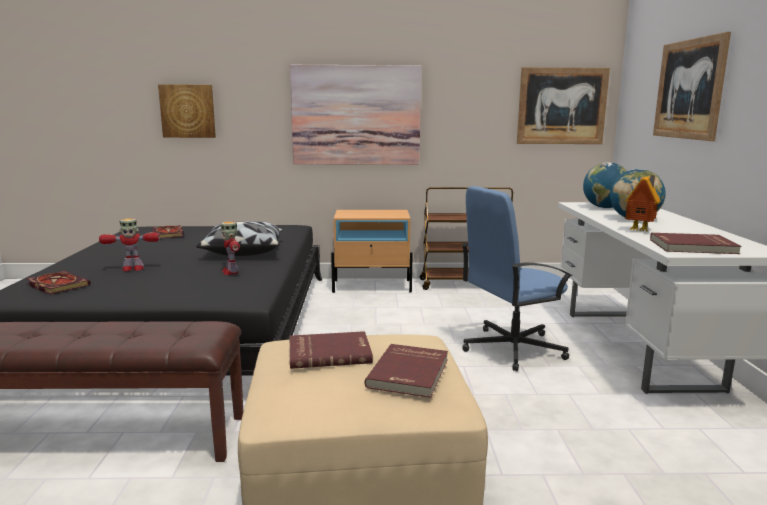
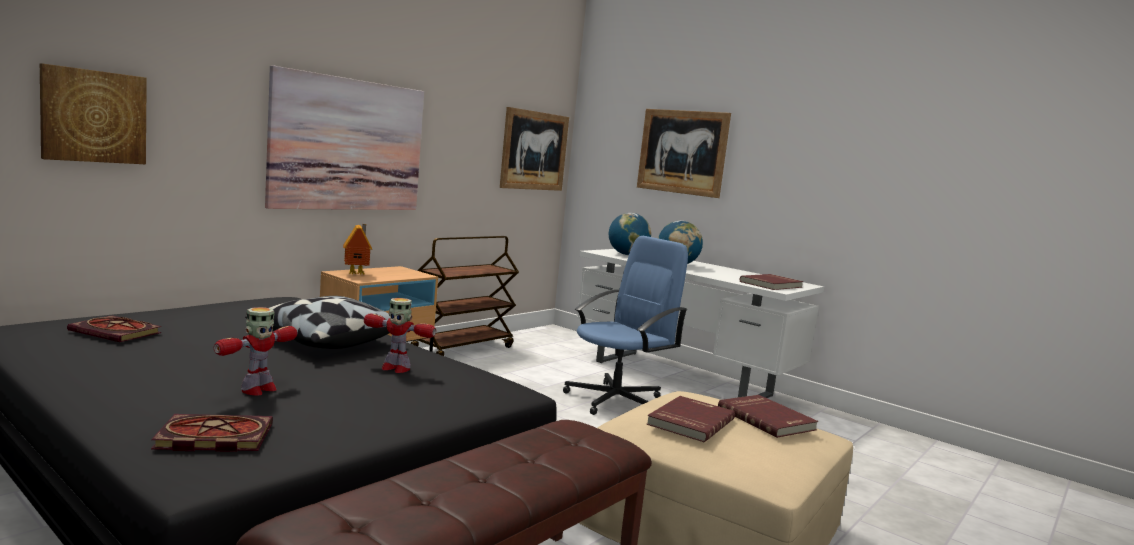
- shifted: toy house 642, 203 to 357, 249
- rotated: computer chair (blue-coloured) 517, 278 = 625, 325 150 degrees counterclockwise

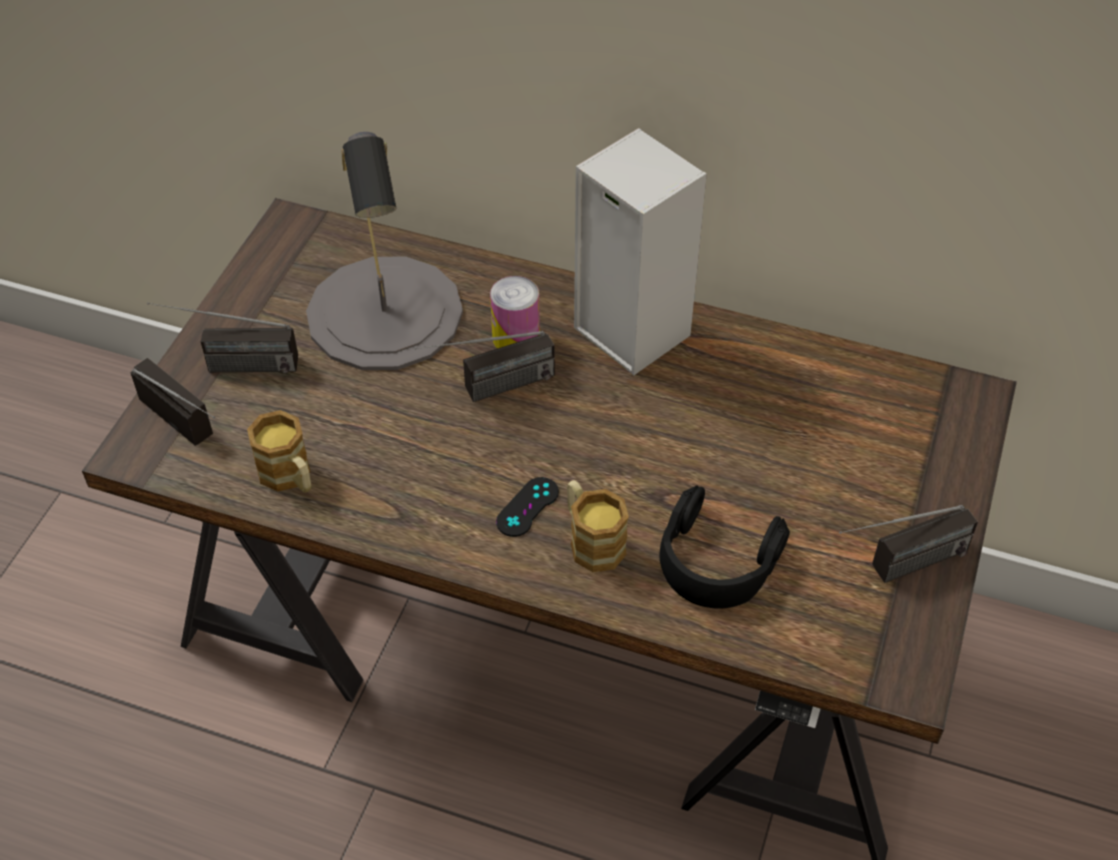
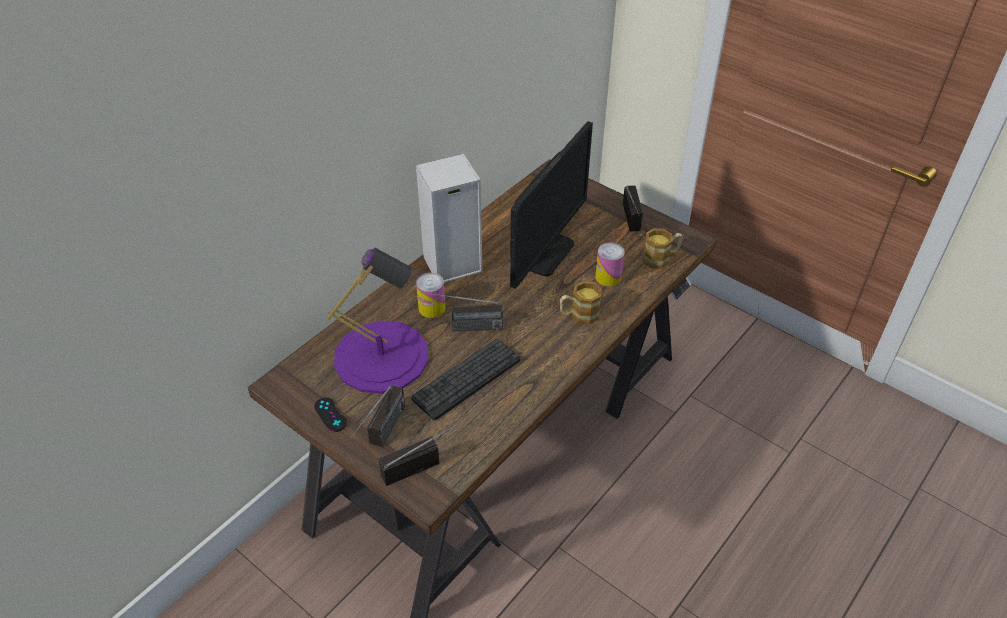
- new: keyboard 466, 380
- new: computer screen 551, 205
- shifted: mug 279, 451 to 662, 248
- shifted: game controller (black) 527, 507 to 330, 414
- swapped: headset (black) 724, 547 to sealed can 610, 264
- repainted: table lamp (gray) 384, 251 to table lamp (purplish) 378, 321
- rotated: radio receiver 484, 366 = 462, 312 90 degrees clockwise

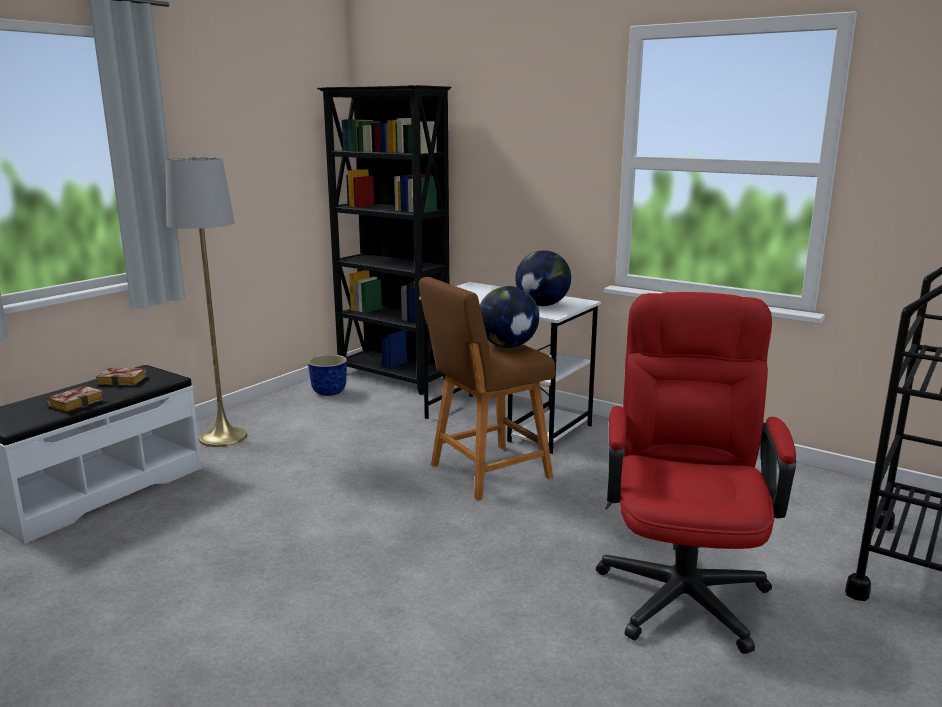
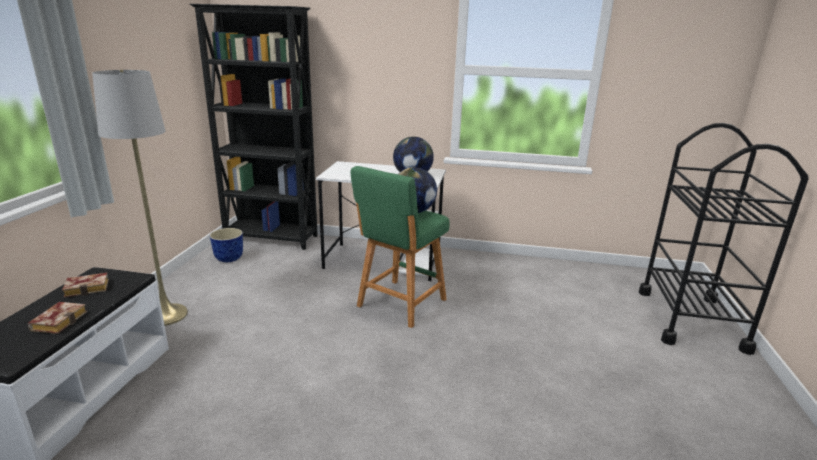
- gone: computer chair (red) 696, 473
- repainted: stool seat (brown) 487, 389 to stool seat (greenish) 399, 247

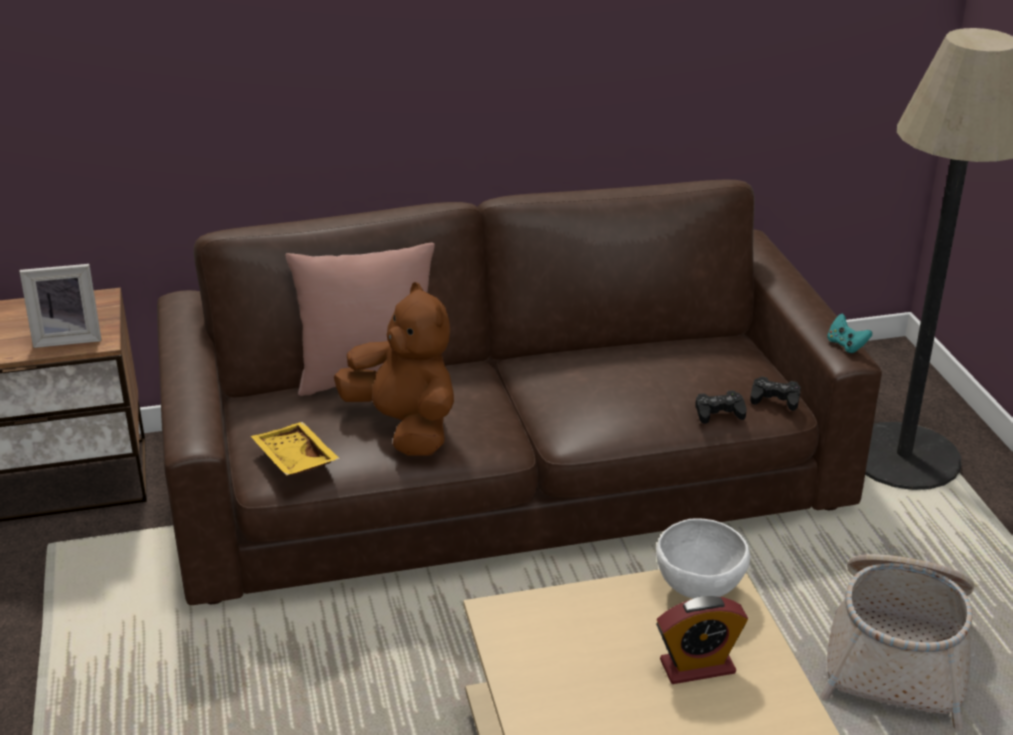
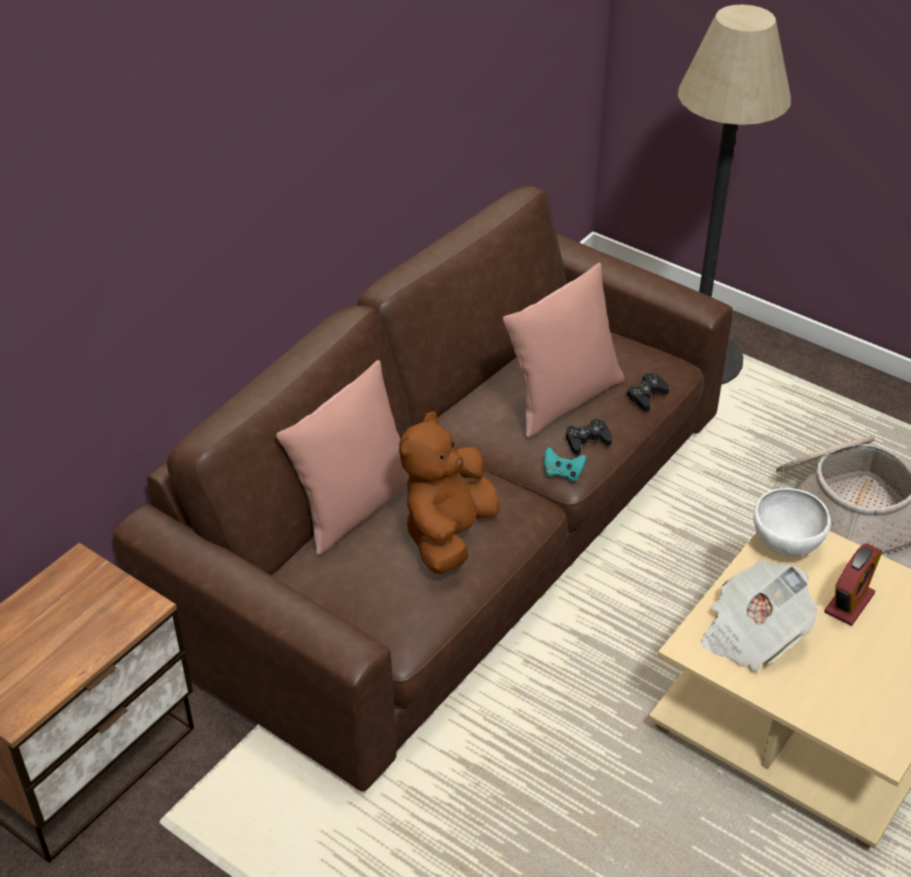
- gone: photo frame 60, 306
- gone: carrying tray (yellowish) 295, 449
- new: pillow (pinkish) 564, 350
- new: daily paper 759, 615
- shifted: game controller (black) 775, 393 to 589, 436
- shifted: game controller (blue-green) 849, 333 to 565, 464
- rotated: plush toy (brown) 394, 369 = 449, 492 75 degrees counterclockwise

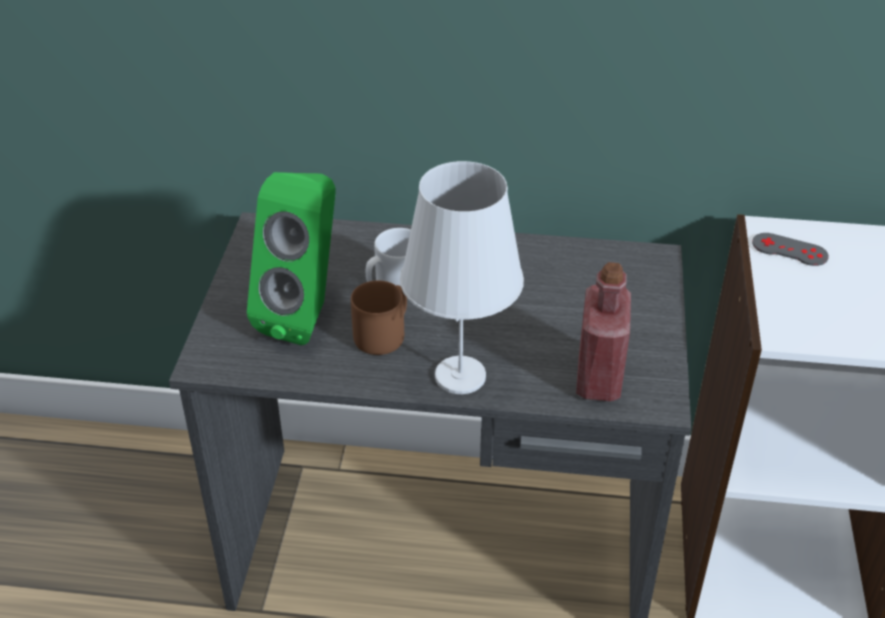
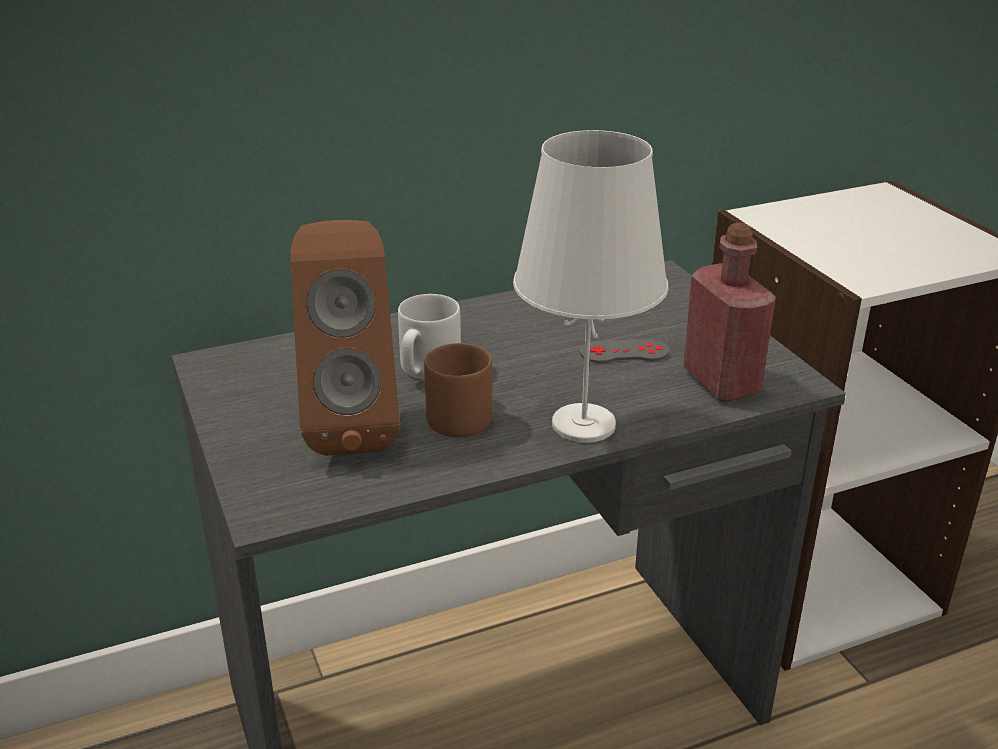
- shifted: game controller (gray) 790, 249 to 625, 351
- repainted: audio speaker (greenish) 291, 258 to audio speaker (brown) 345, 338

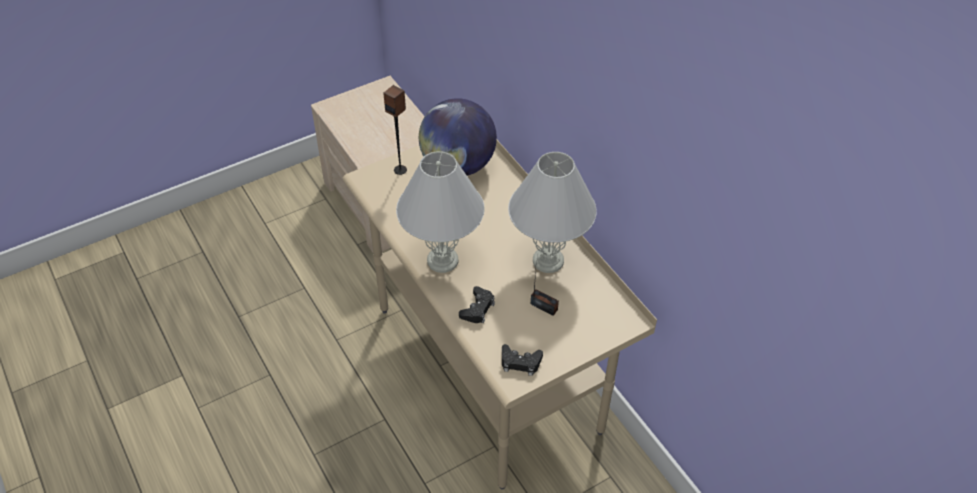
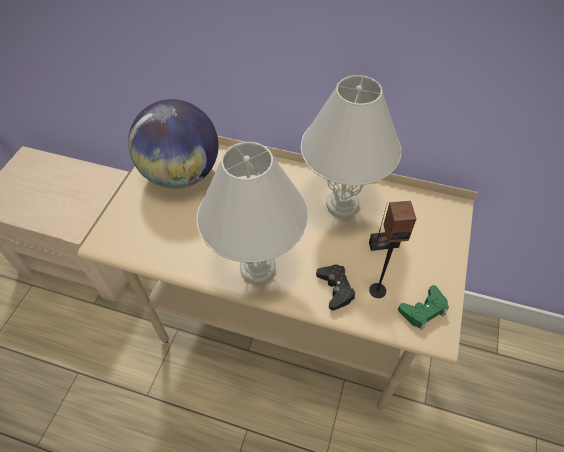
- shifted: audio speaker 395, 130 to 392, 249
- repainted: game controller (black) 522, 360 to game controller (greenish) 423, 307

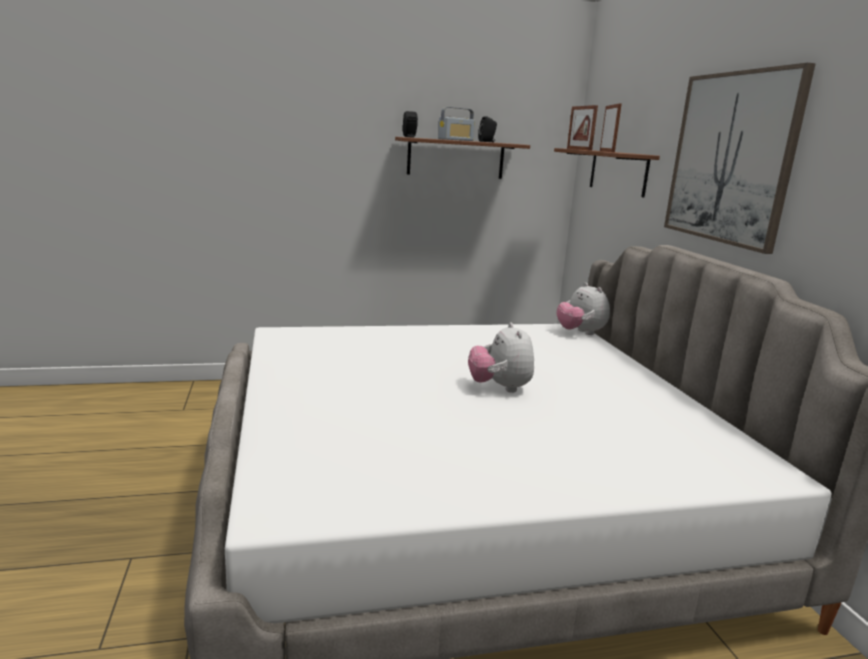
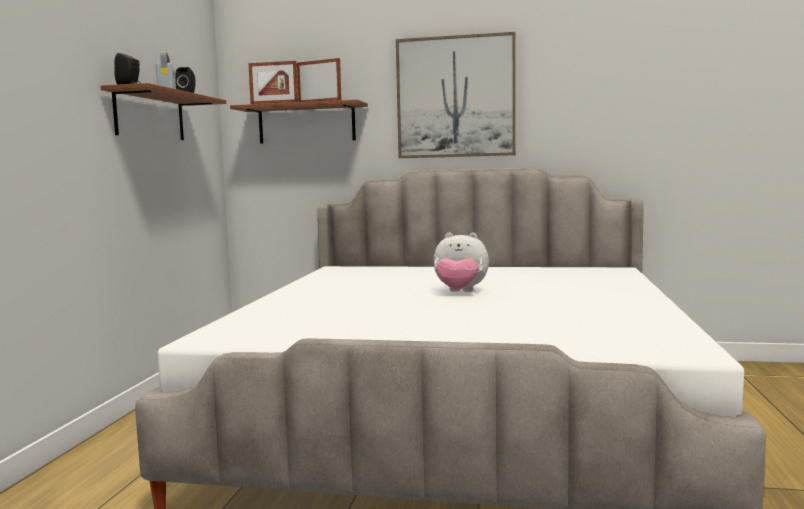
- gone: plush toy 583, 309

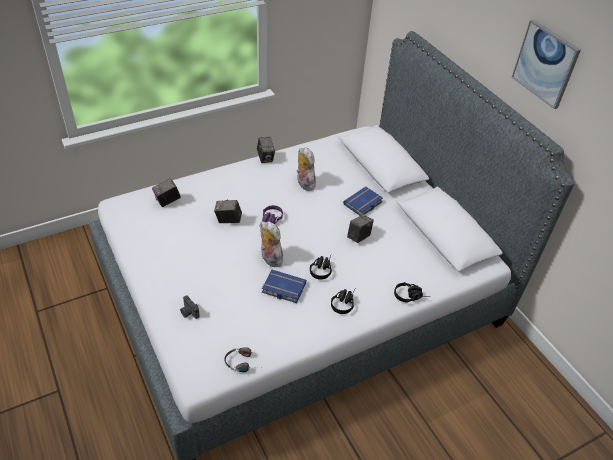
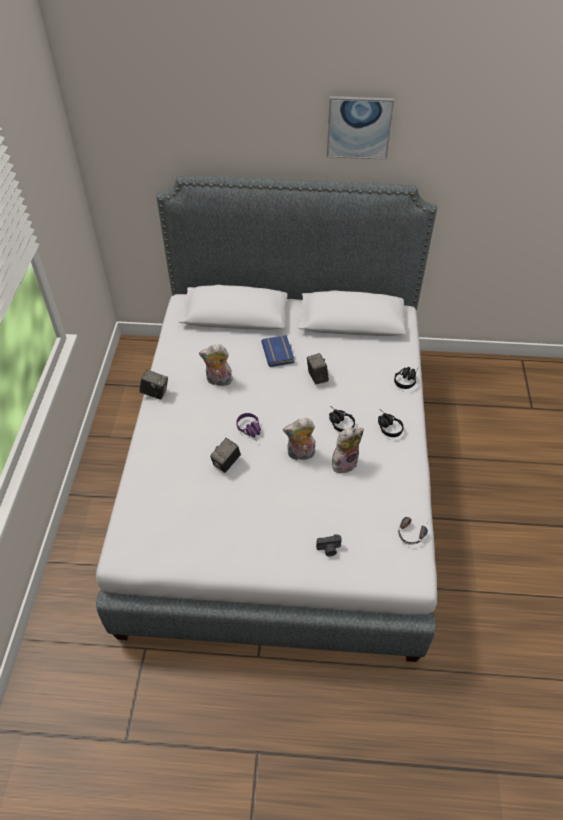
- gone: still camera 166, 192
- swapped: book (blue-coloured) 284, 286 to plush toy 348, 450

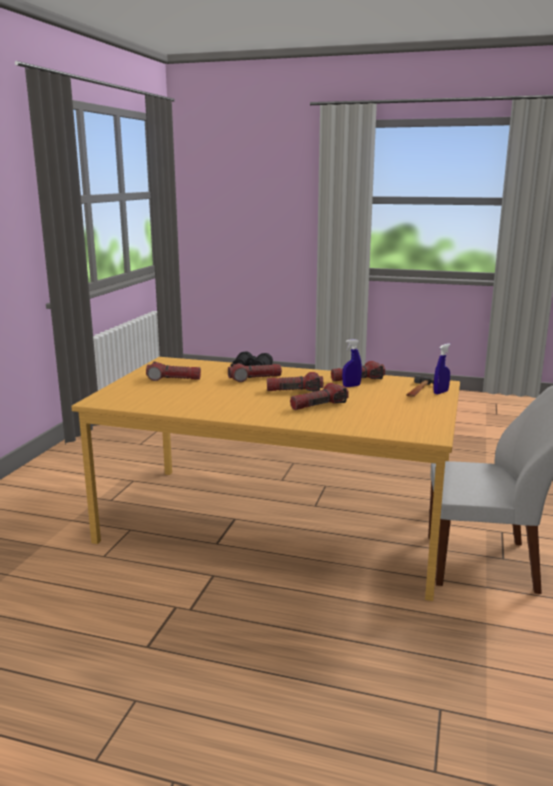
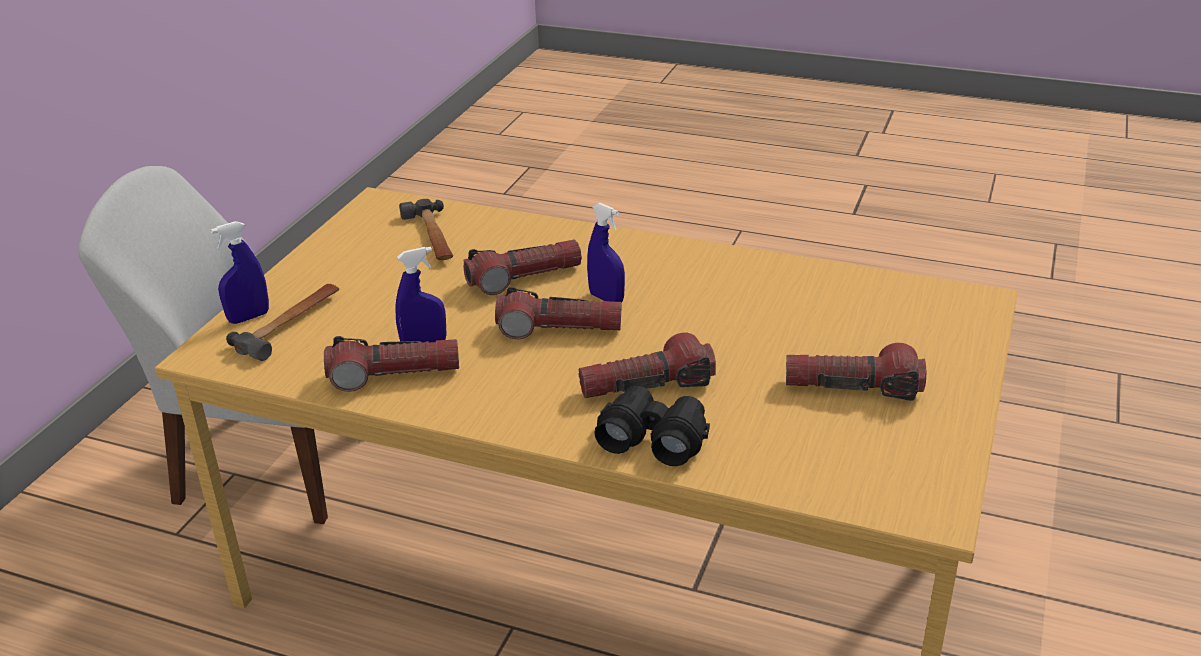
- new: hand hammer 426, 229
- new: spray bottle (blue-coloured) 606, 252

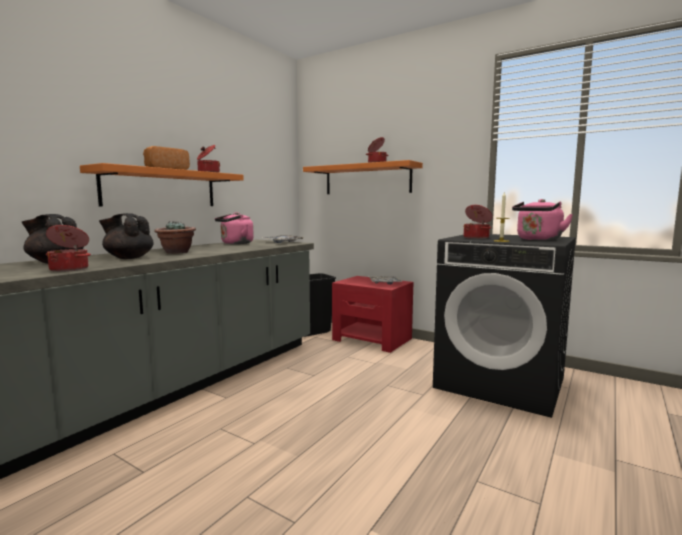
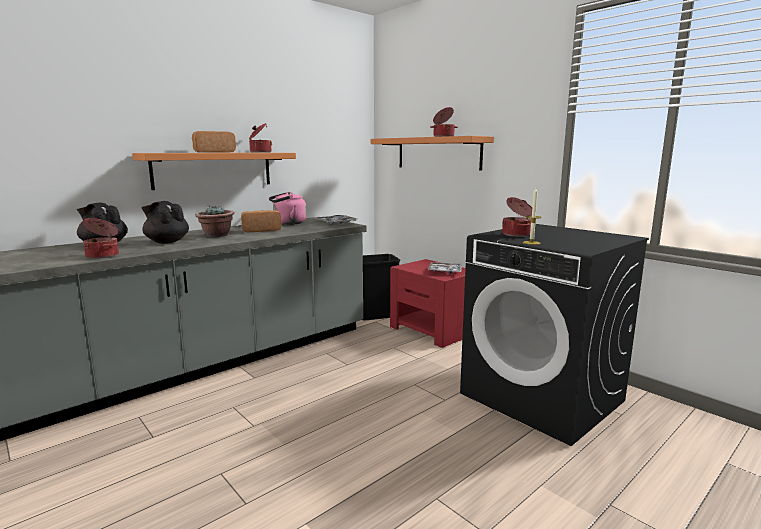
- gone: water kettle (pinkish) 542, 220
- new: bread 261, 221

